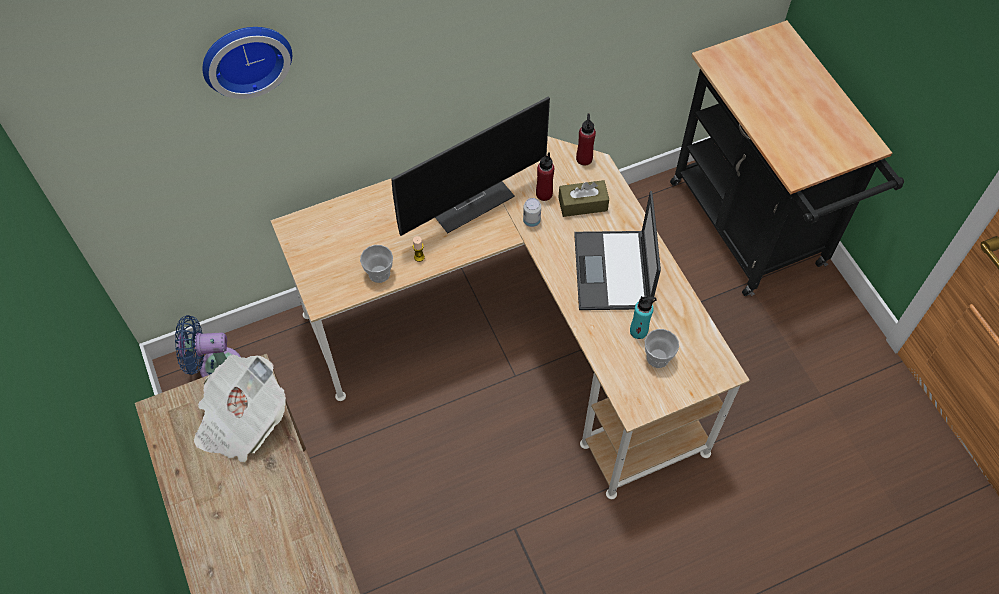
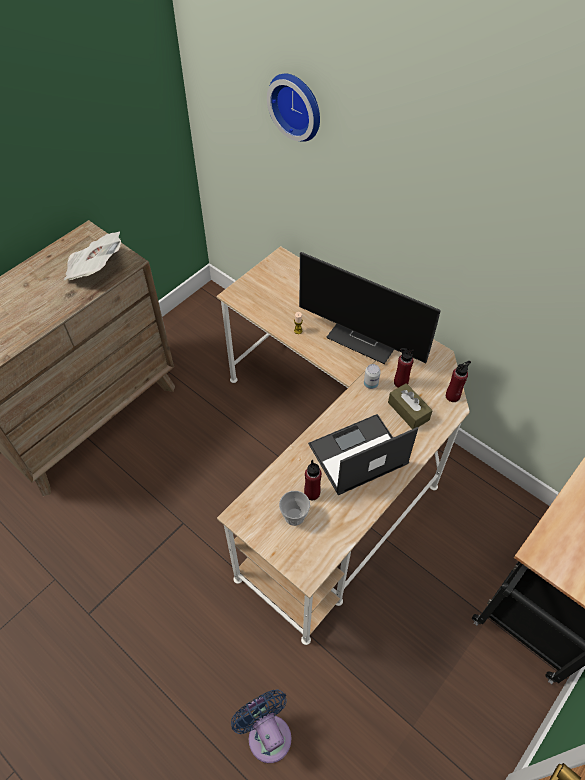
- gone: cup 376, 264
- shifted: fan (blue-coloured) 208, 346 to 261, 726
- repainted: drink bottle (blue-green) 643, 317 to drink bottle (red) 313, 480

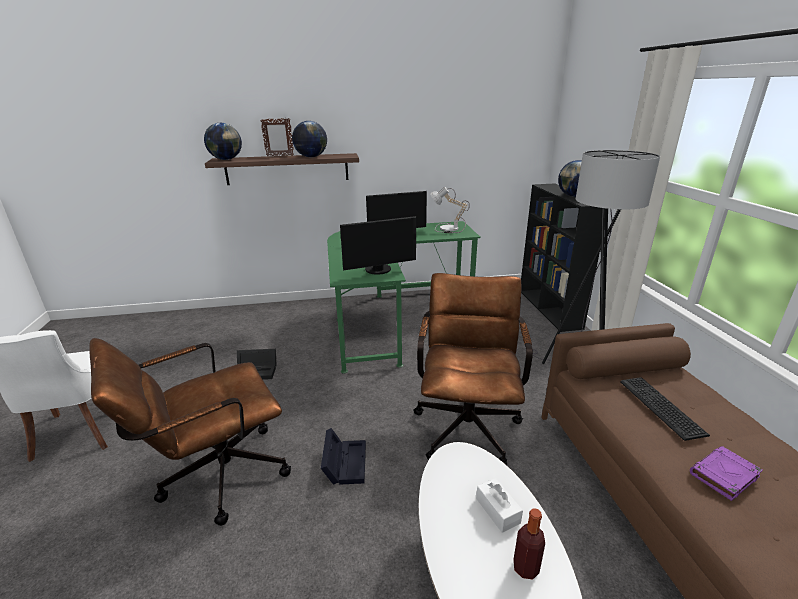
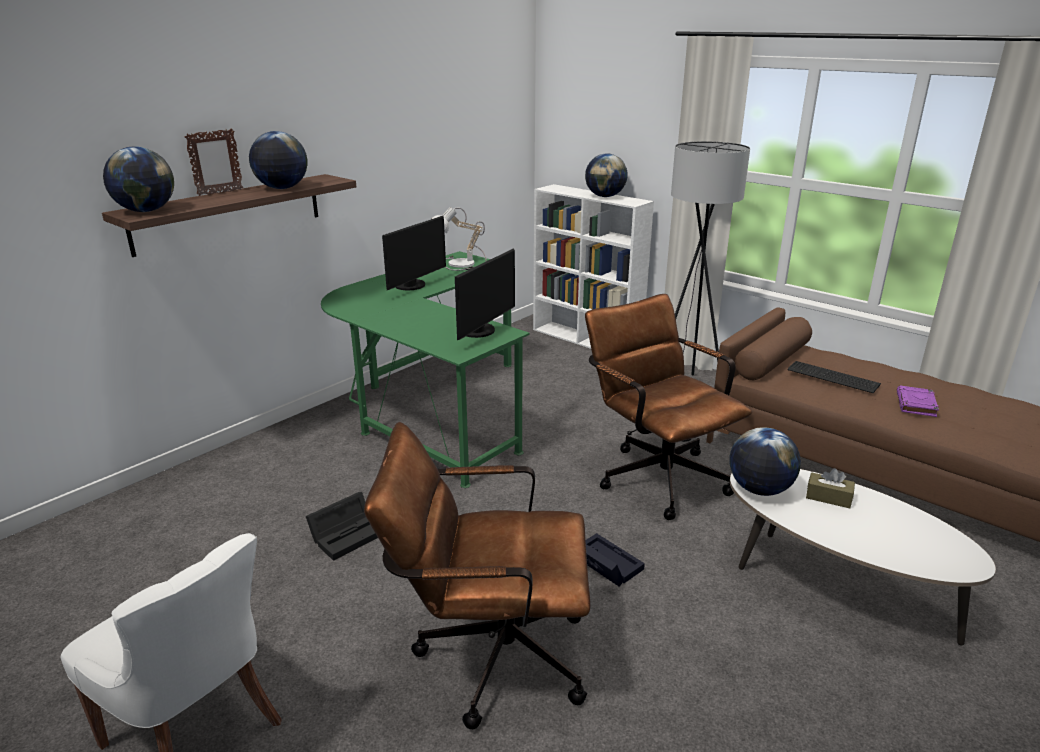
- gone: drink bottle 529, 543
- new: globe 765, 461
- repainted: box of tissues (white-coloured) 499, 505 to box of tissues (brown) 830, 488
- repainted: bookshelf (black) 563, 257 to bookshelf (white-coloured) 593, 266
- rotated: computer chair (brown) 190, 432 = 477, 576 75 degrees clockwise

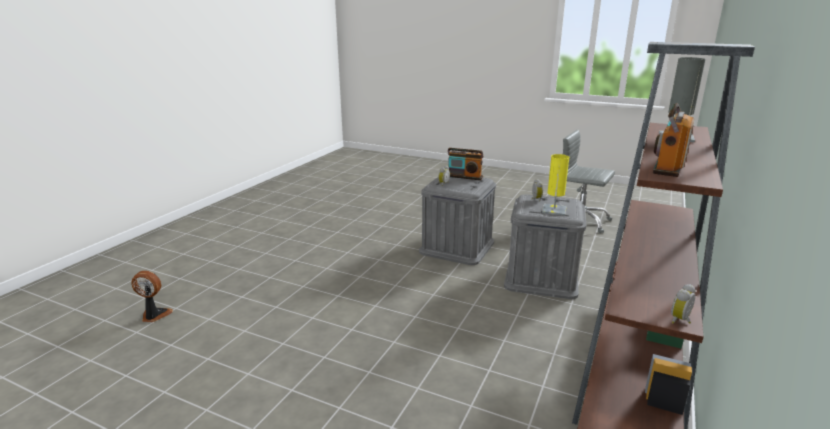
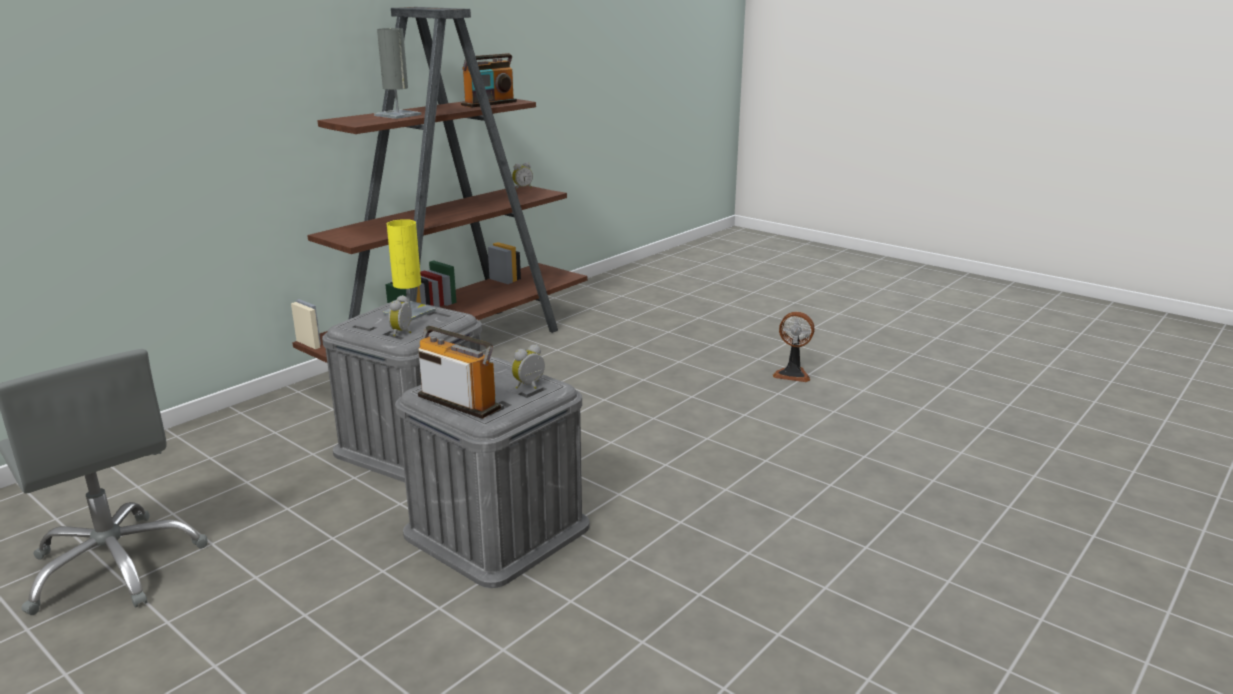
- shifted: fan 152, 296 to 793, 347

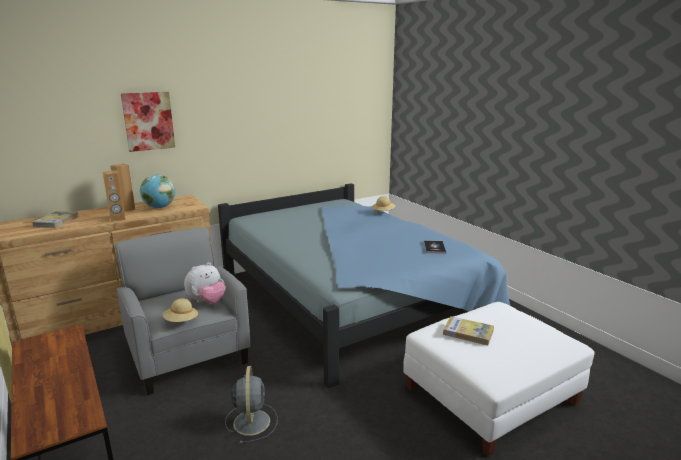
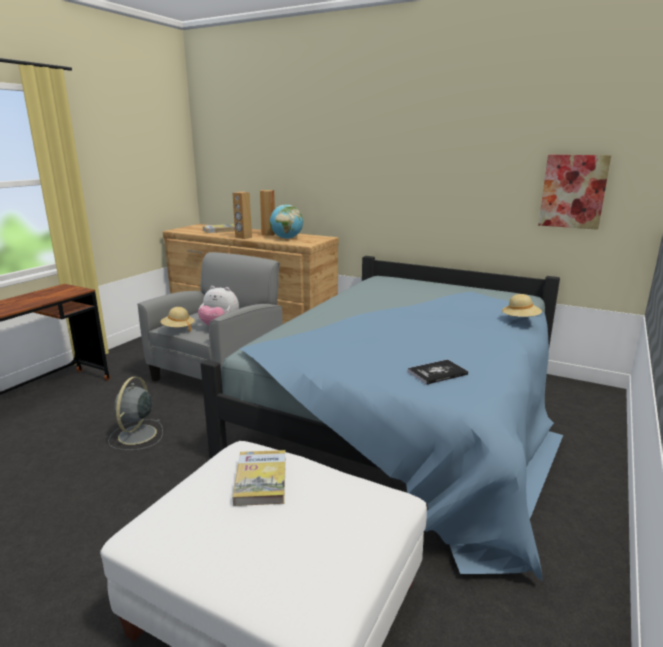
- shifted: picture 148, 122 to 574, 192
- rotated: fan (gray) 251, 405 = 135, 413 135 degrees clockwise

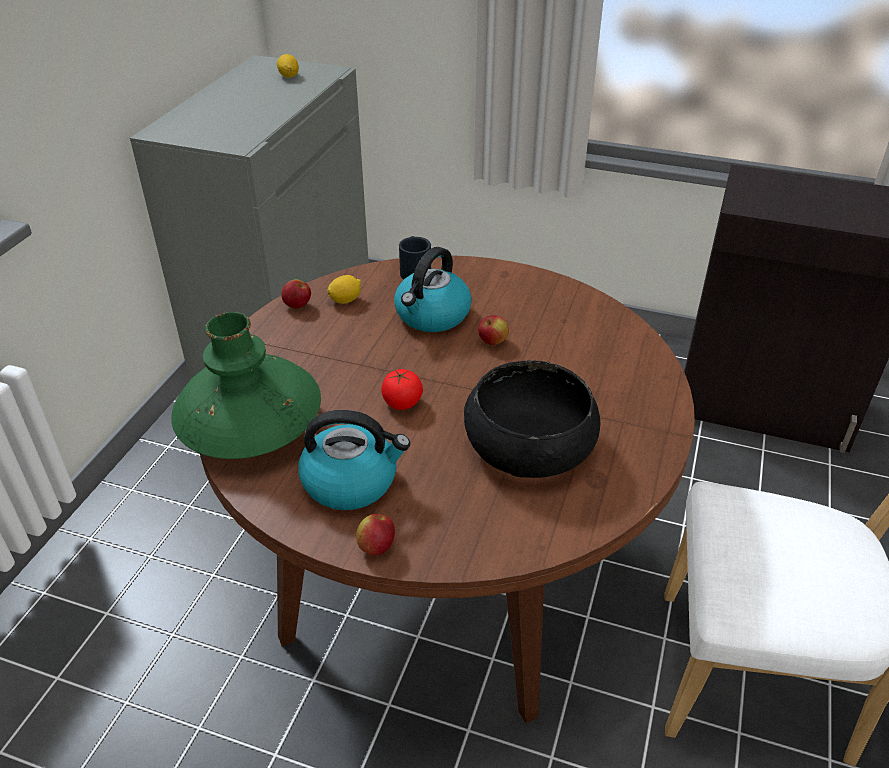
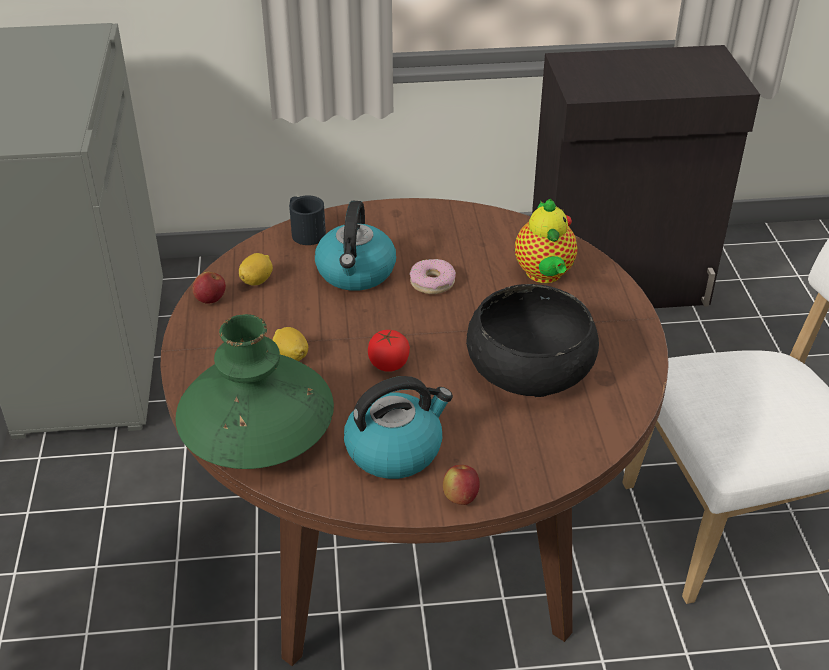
- new: teapot 546, 241
- shifted: lemon 288, 66 to 290, 344
- swapped: whole apple 493, 330 to doughnut 432, 276

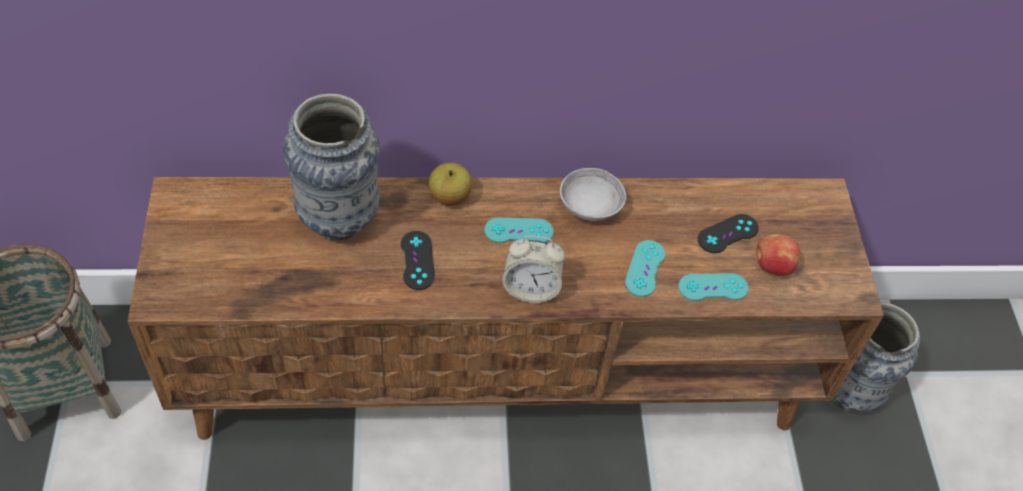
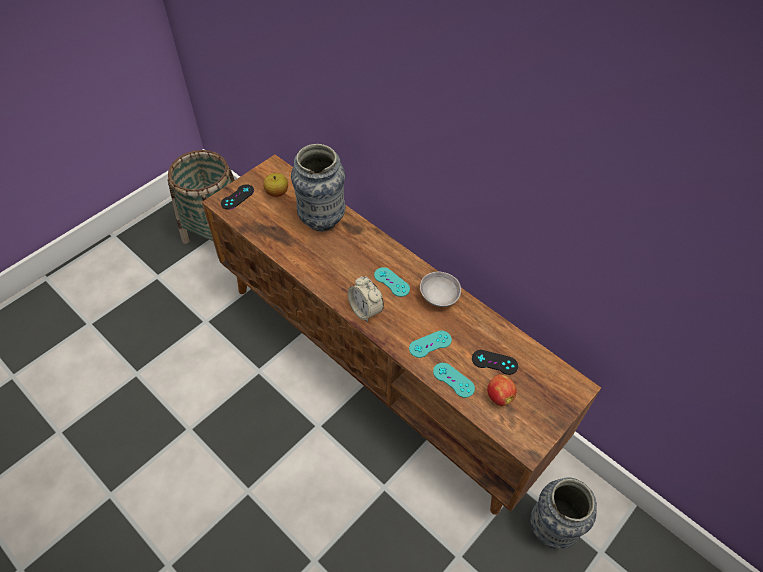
- shifted: game controller (black) 418, 260 to 237, 197
- shifted: whole apple 450, 184 to 275, 185

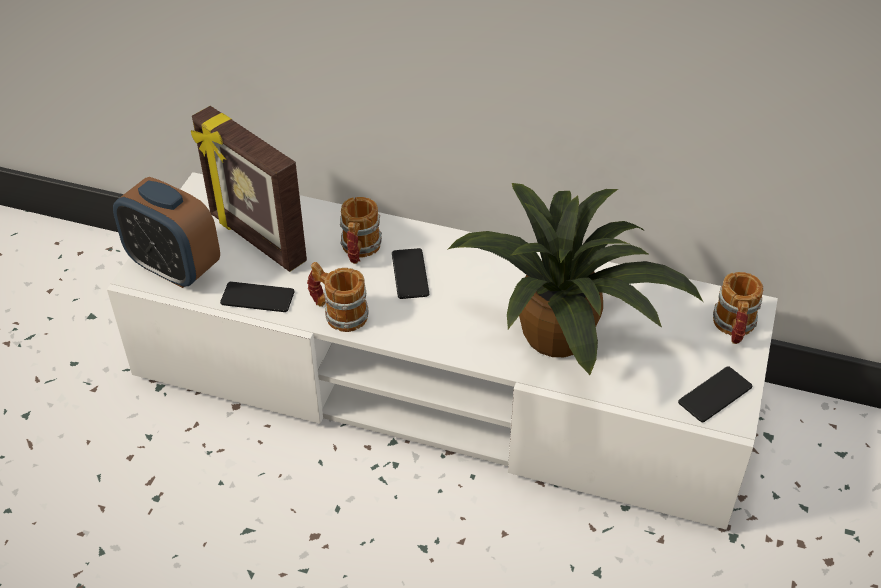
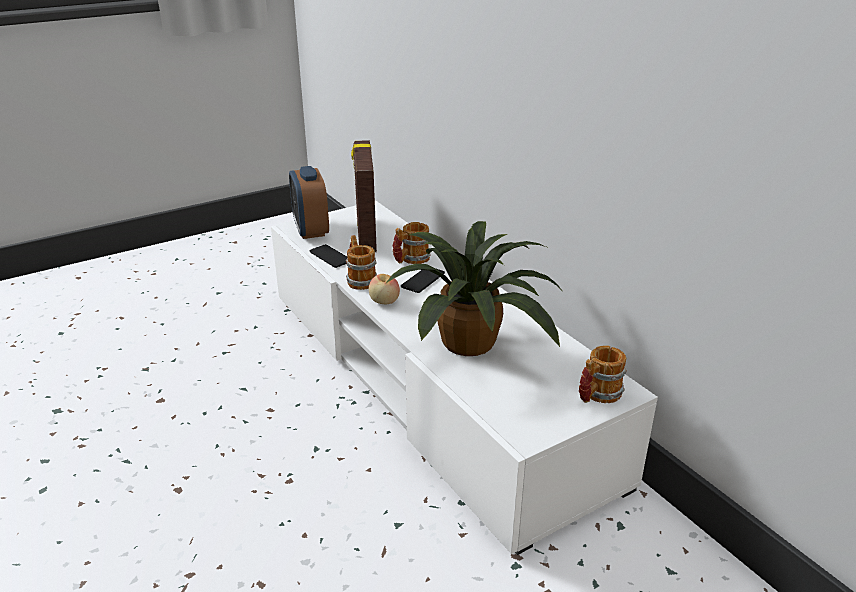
- gone: phone 715, 394
- new: whole apple 384, 289

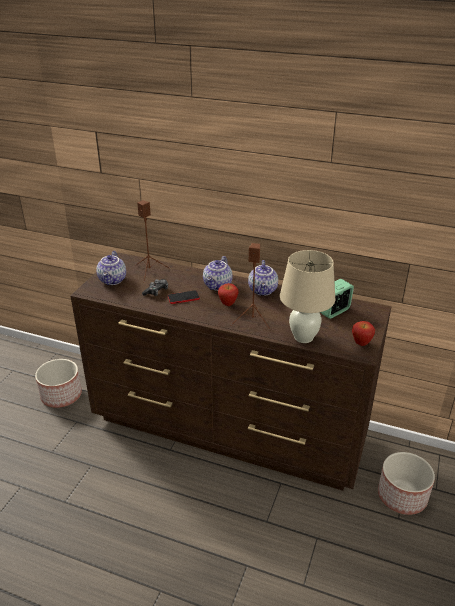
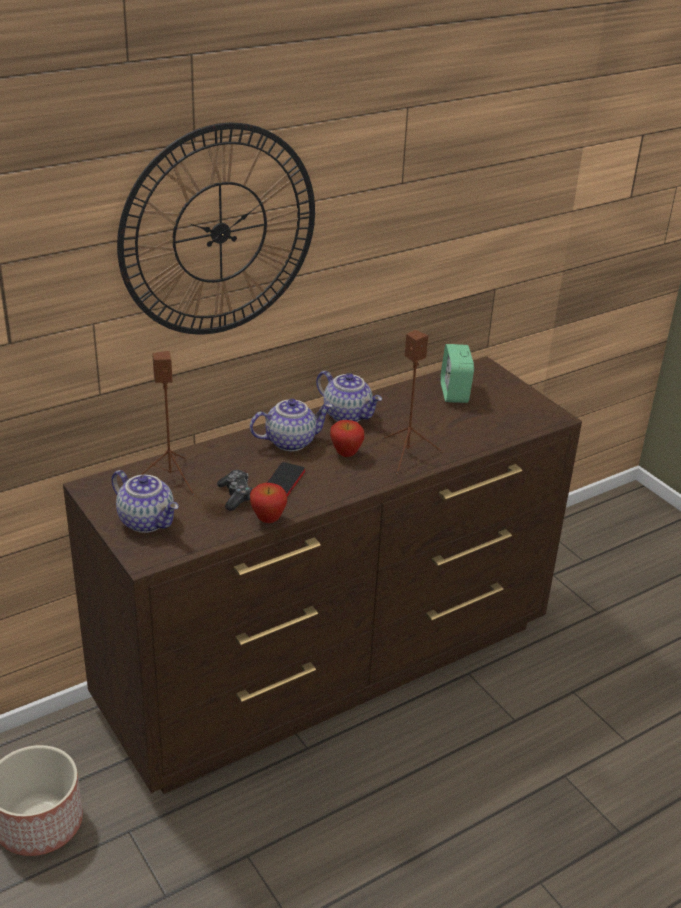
- gone: table lamp (beige) 307, 296
- gone: plant pot 406, 483
- new: clock on the wall 216, 228
- shifted: whole apple 363, 333 to 268, 503
- rotated: teapot 217, 273 = 291, 425 75 degrees counterclockwise

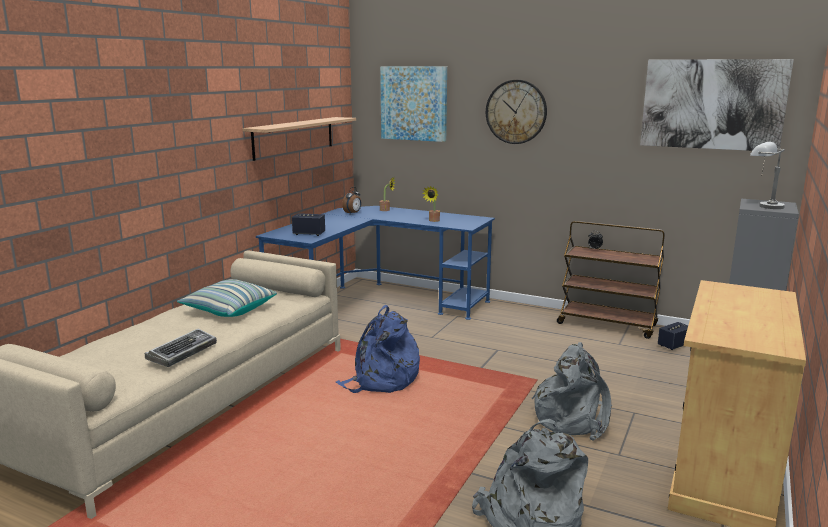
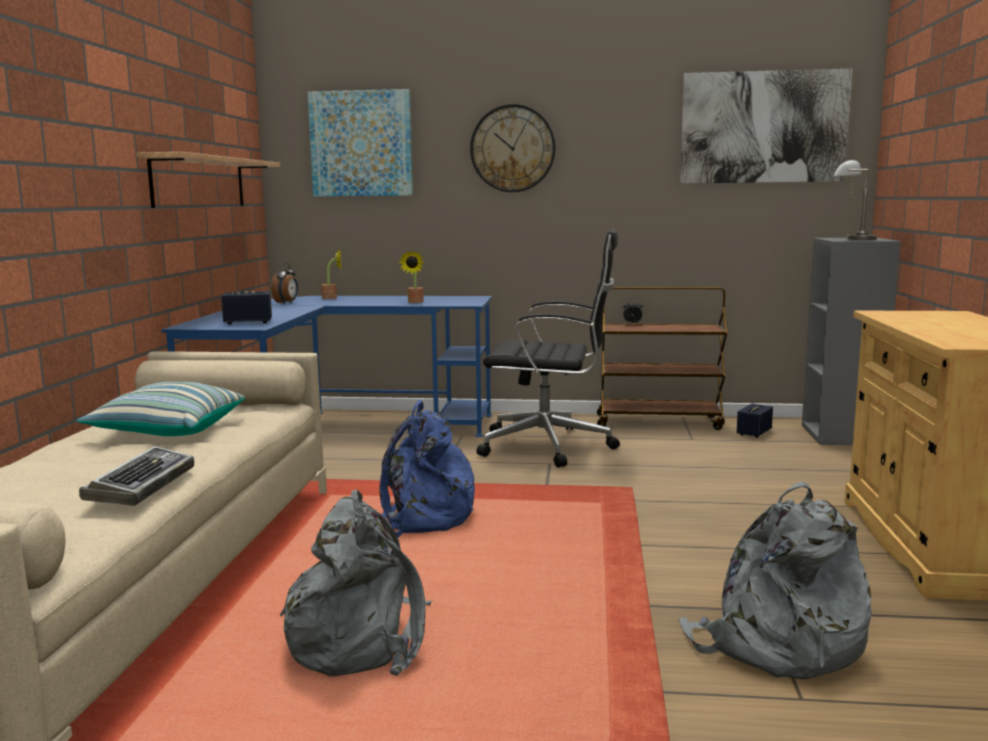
- new: computer chair (black) 548, 348
- shifted: knapsack (gray) 572, 391 to 356, 583

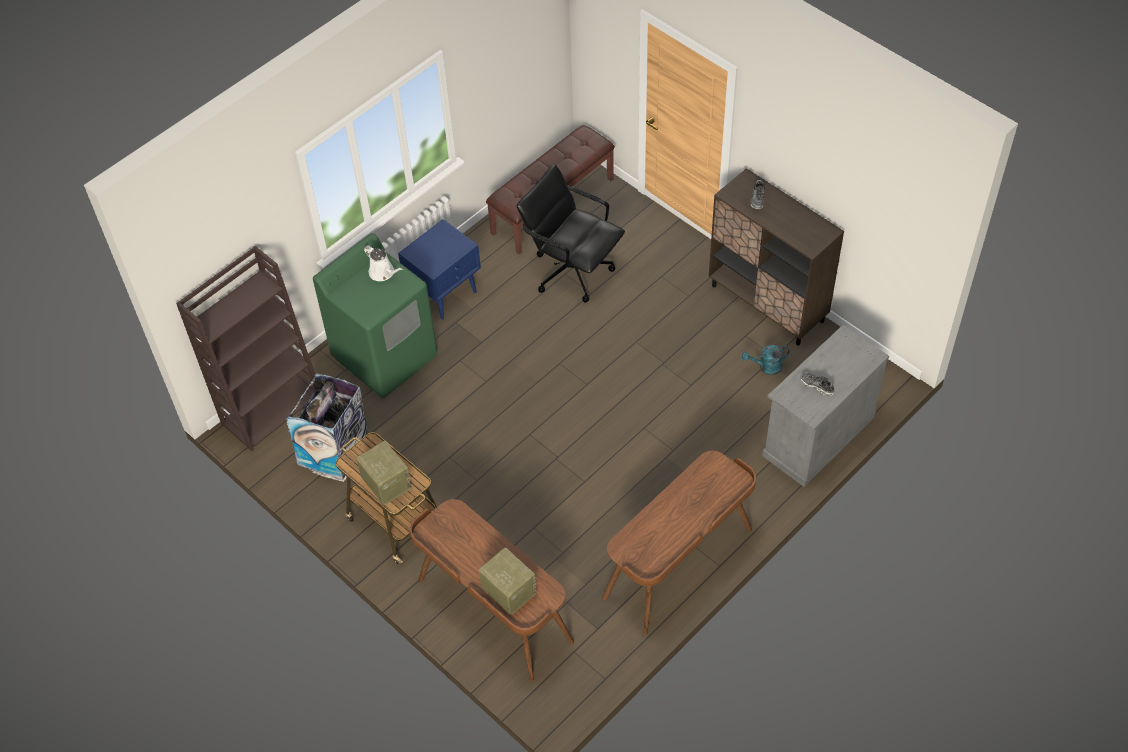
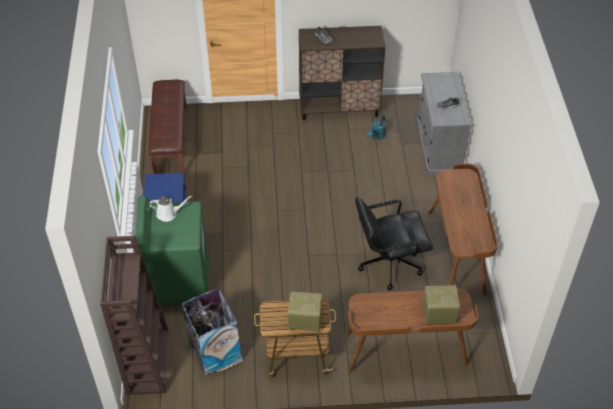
- shifted: computer chair (black) 571, 233 to 394, 243

